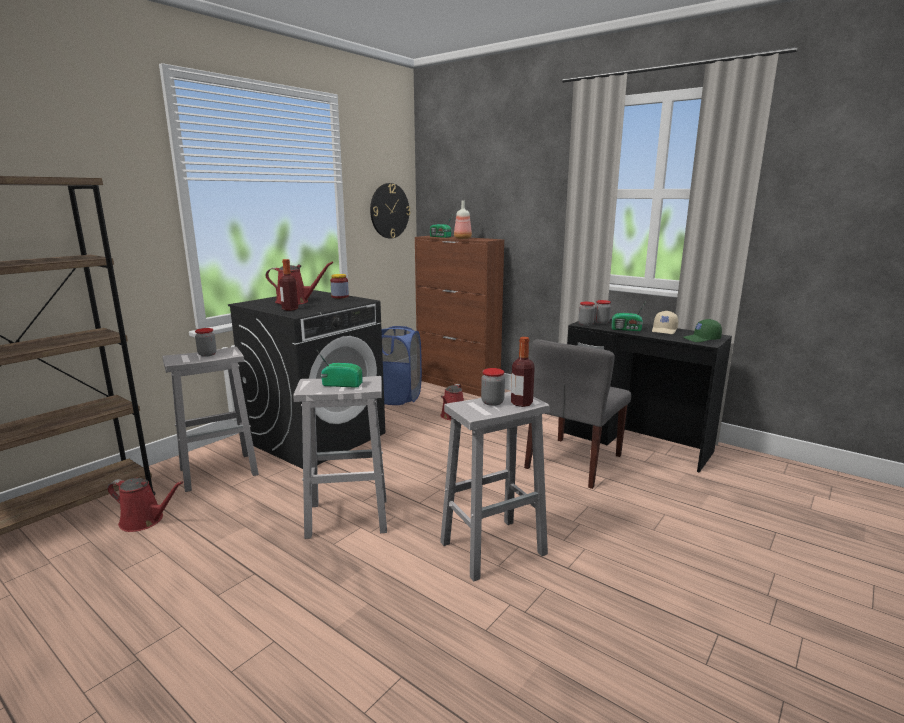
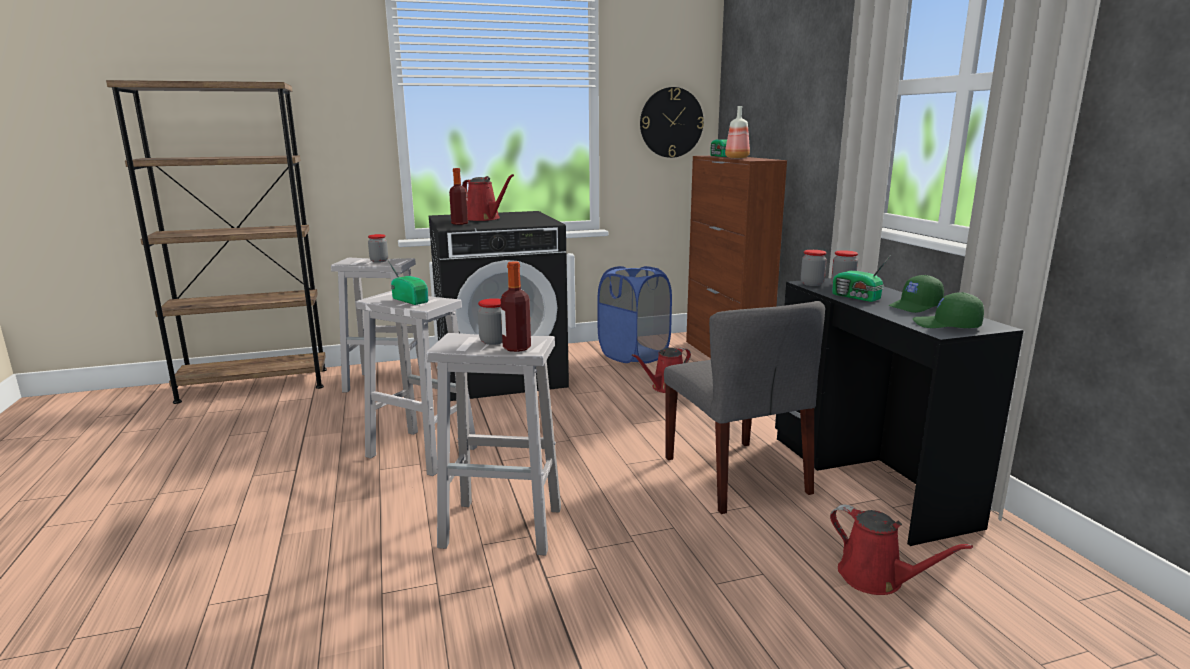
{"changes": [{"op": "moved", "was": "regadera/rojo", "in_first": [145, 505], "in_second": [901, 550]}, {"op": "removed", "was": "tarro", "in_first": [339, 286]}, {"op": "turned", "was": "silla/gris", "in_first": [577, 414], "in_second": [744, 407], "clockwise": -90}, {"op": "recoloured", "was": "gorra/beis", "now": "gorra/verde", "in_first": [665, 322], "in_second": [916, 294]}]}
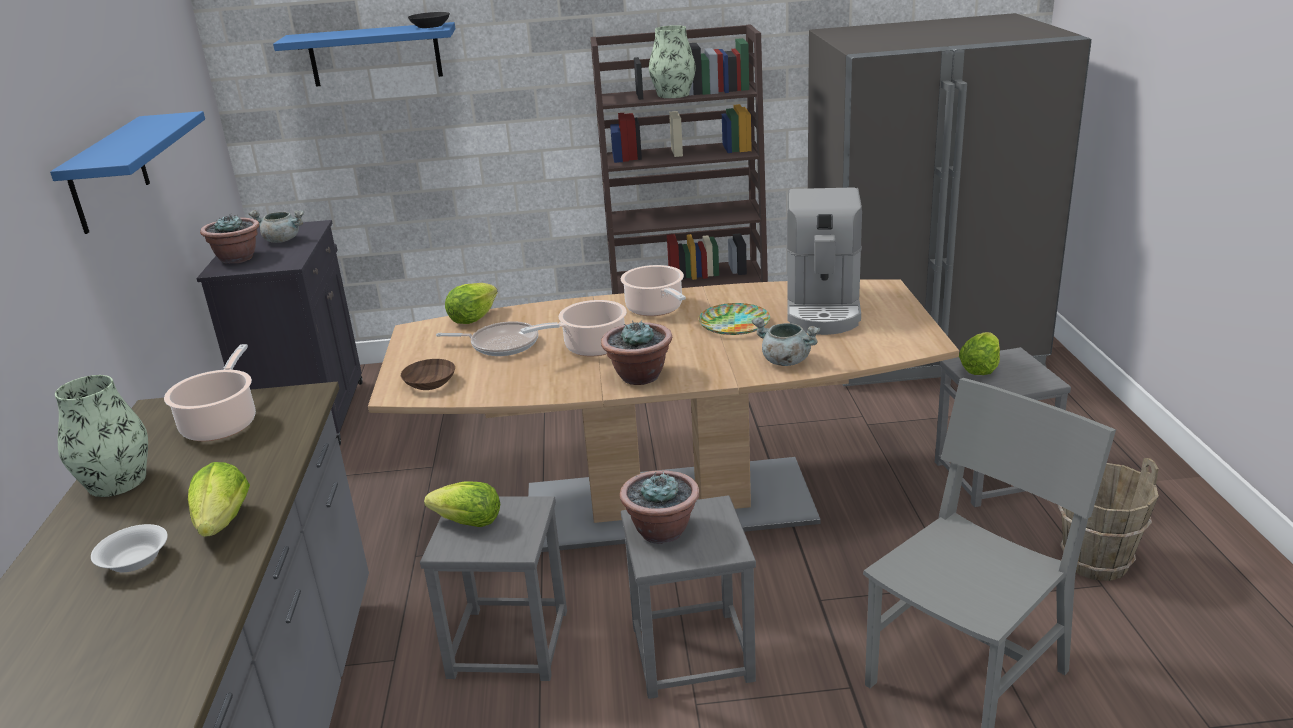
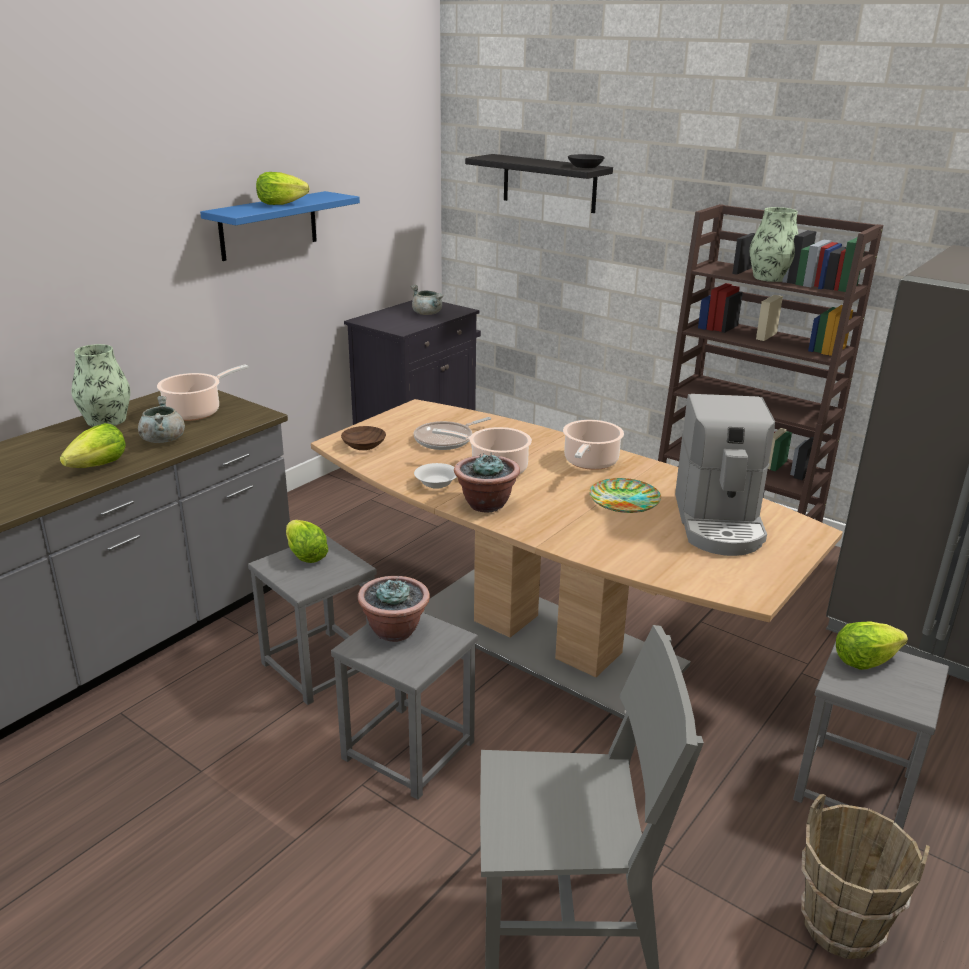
{"changes": [{"op": "moved", "was": "cuenco/blanco", "in_first": [129, 548], "in_second": [435, 476]}, {"op": "removed", "was": "planta en maceta", "in_first": [230, 239]}, {"op": "recoloured", "was": "estante/azul", "now": "estante/negro", "in_first": [364, 54], "in_second": [539, 183]}, {"op": "turned", "was": "sartén", "in_first": [487, 338], "in_second": [452, 433], "clockwise": 90}, {"op": "moved", "was": "lechuga", "in_first": [471, 303], "in_second": [283, 188]}, {"op": "moved", "was": "olla/gris", "in_first": [786, 341], "in_second": [161, 419]}, {"op": "turned", "was": "cafetera", "in_first": [824, 261], "in_second": [725, 475], "clockwise": -45}]}
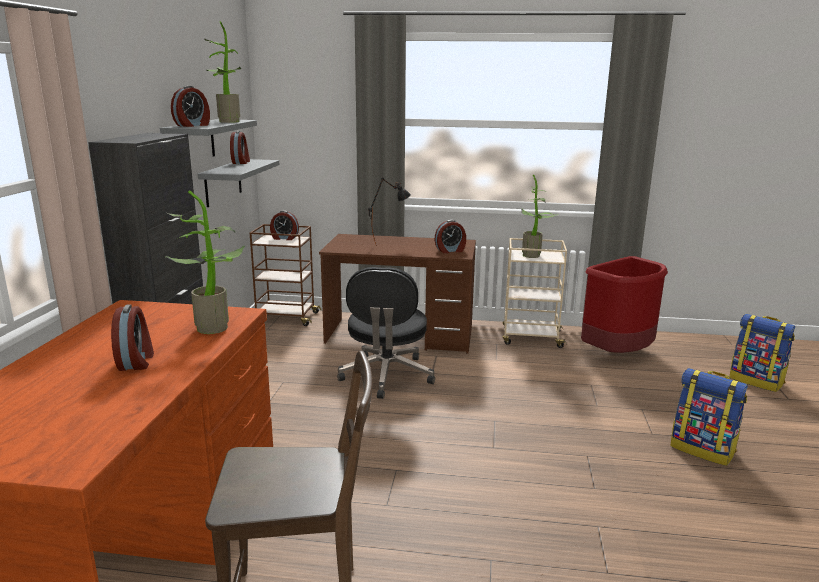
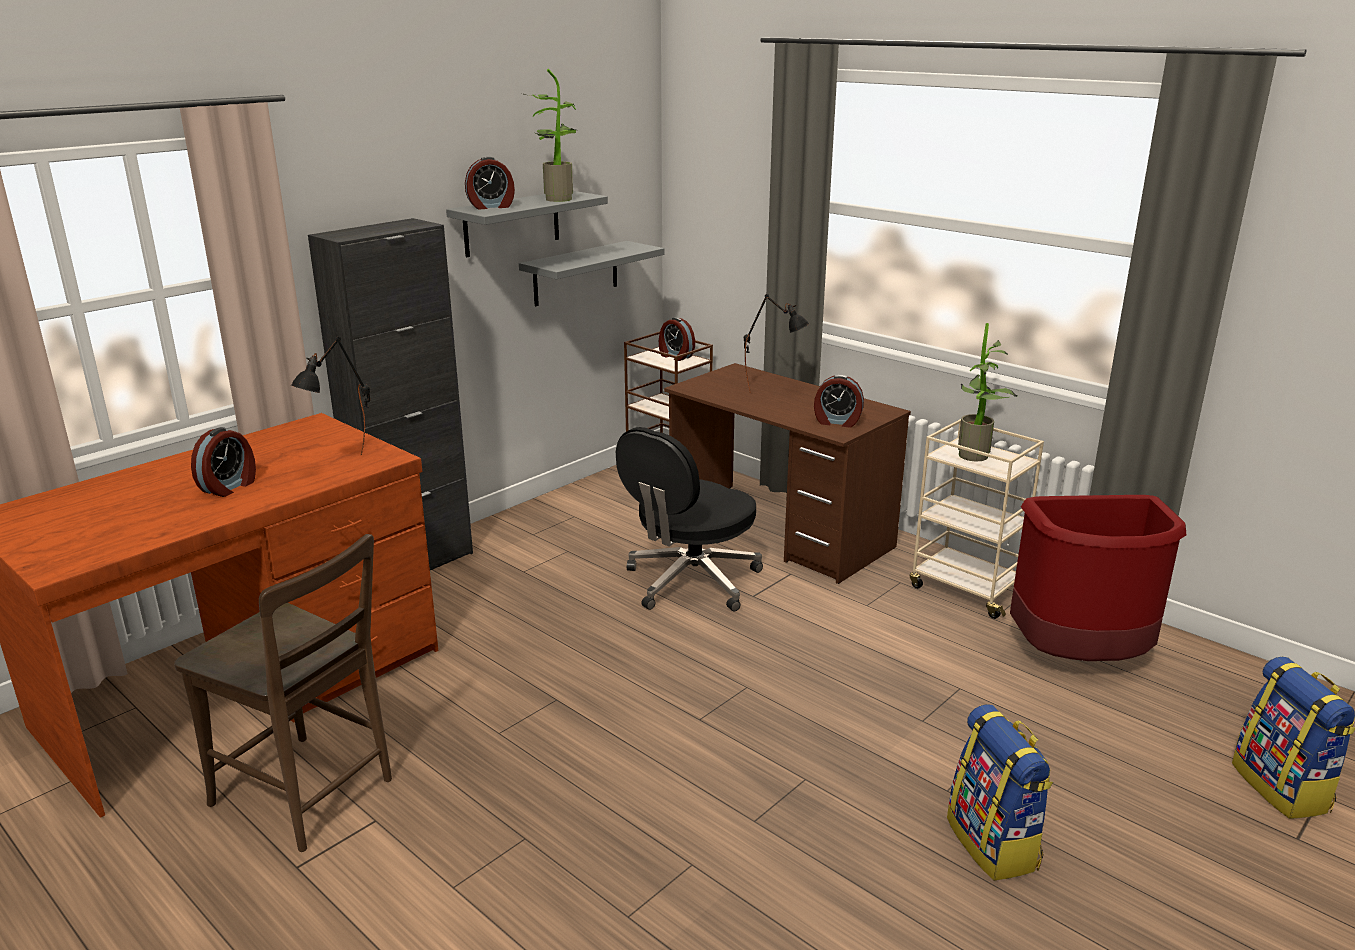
{"changes": [{"op": "replaced", "was": "planta en maceta", "now": "lámpara de mesa/negro", "in_first": [205, 262], "in_second": [330, 396]}, {"op": "removed", "was": "despertador", "in_first": [240, 147]}]}
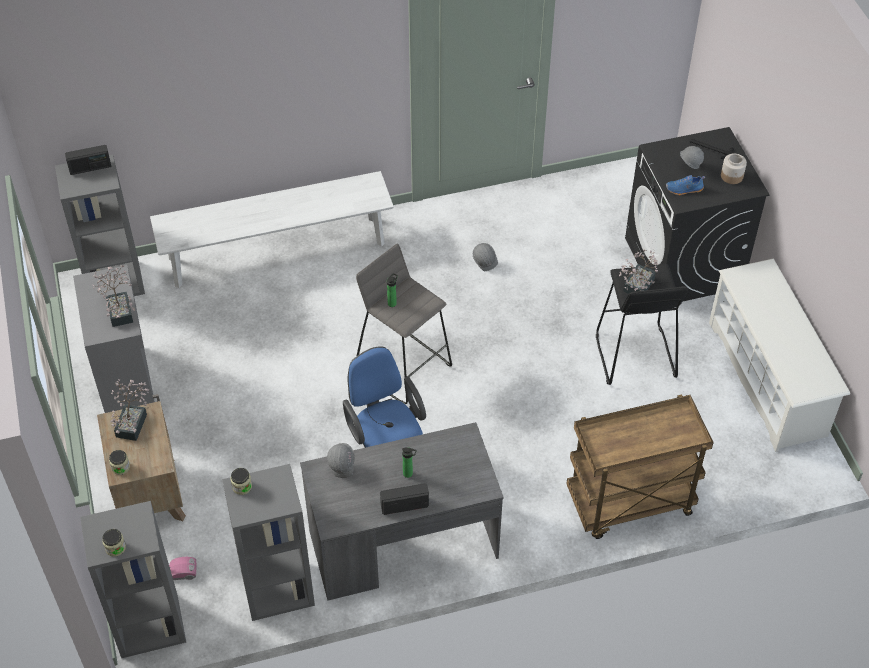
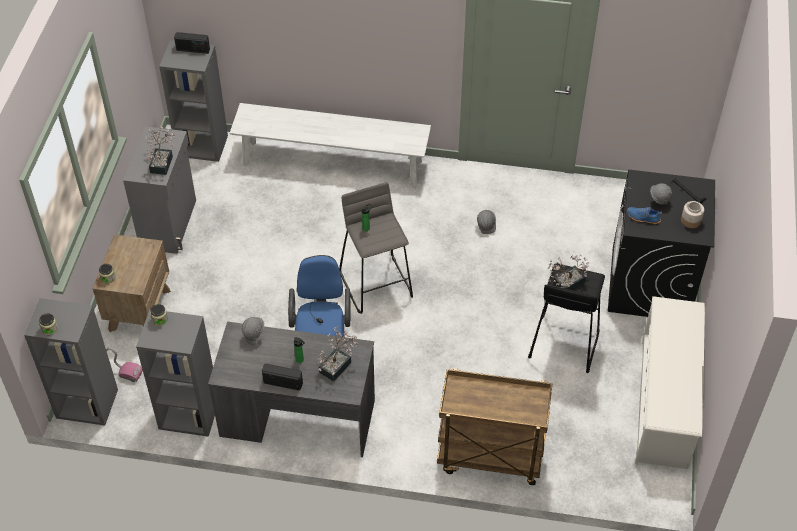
{"changes": [{"op": "moved", "was": "planta en maceta", "in_first": [130, 410], "in_second": [338, 354]}]}
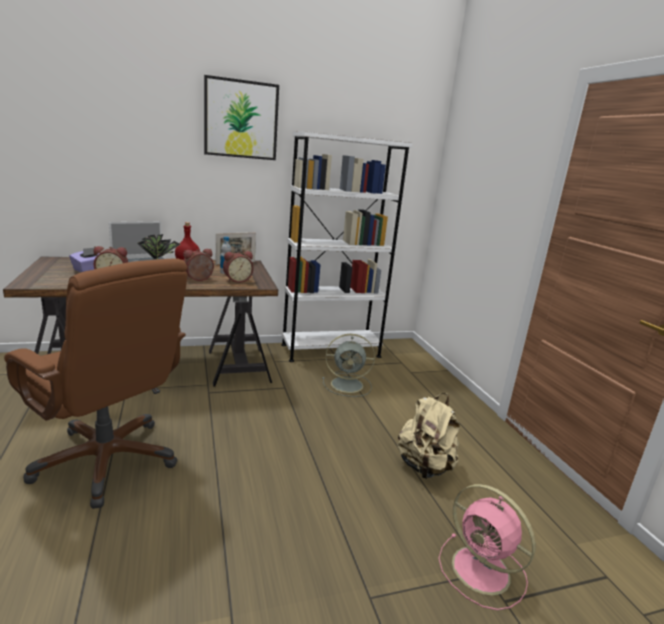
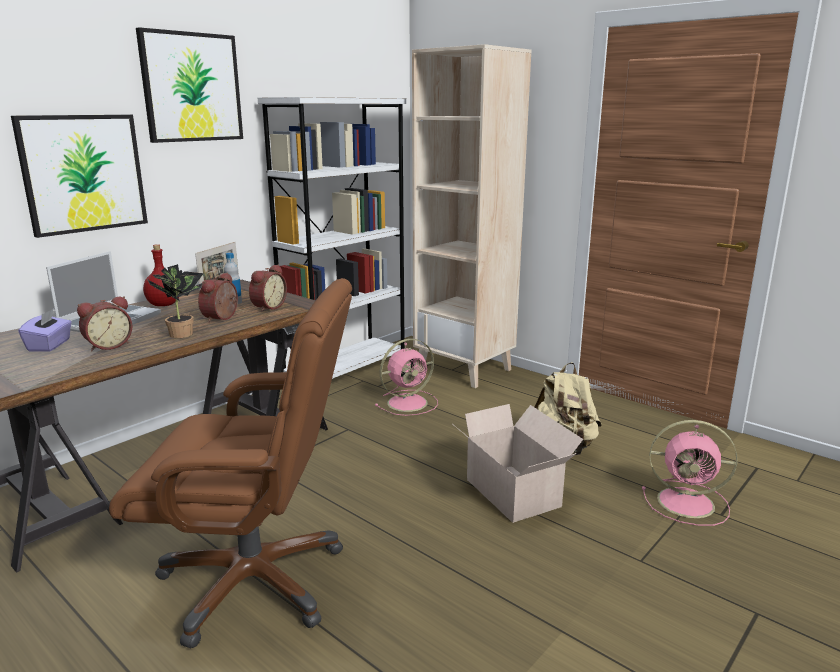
{"changes": [{"op": "recoloured", "was": "ventilador/gris", "now": "ventilador/rosa", "in_first": [348, 365], "in_second": [406, 377]}, {"op": "added", "now": "cuadro", "in_second": [79, 176]}, {"op": "added", "now": "estantería/beis", "in_second": [471, 216]}, {"op": "added", "now": "caja de cartón", "in_second": [517, 463]}]}
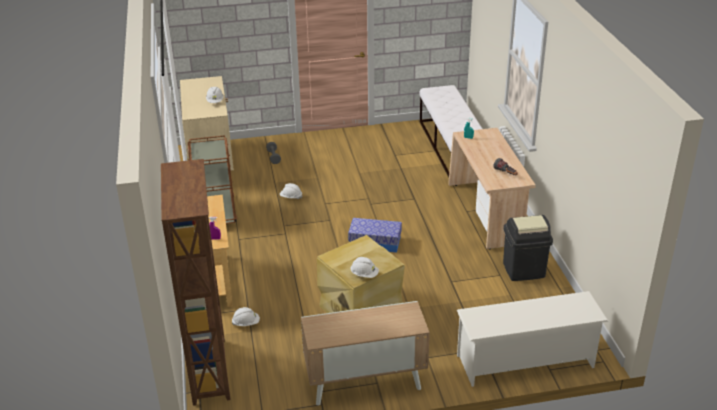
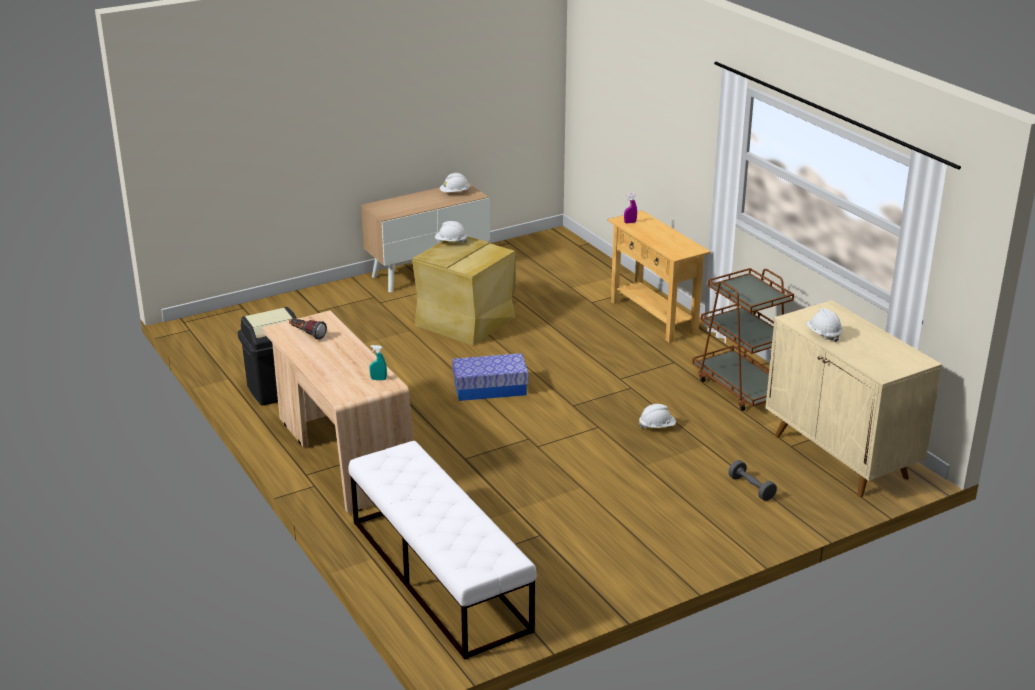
{"changes": [{"op": "removed", "was": "estantería/marrón", "in_first": [196, 282]}, {"op": "moved", "was": "casco/blanco", "in_first": [246, 316], "in_second": [455, 182]}, {"op": "removed", "was": "zapatero/blanco", "in_first": [532, 339]}]}
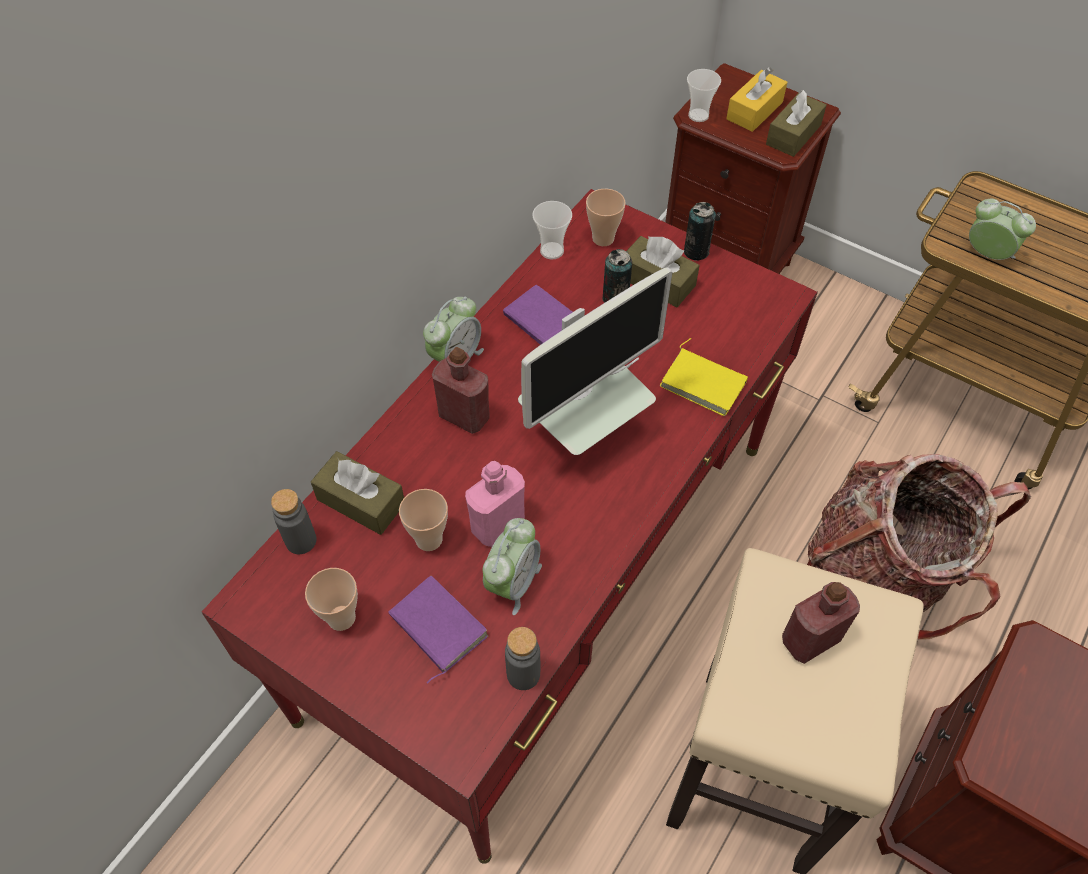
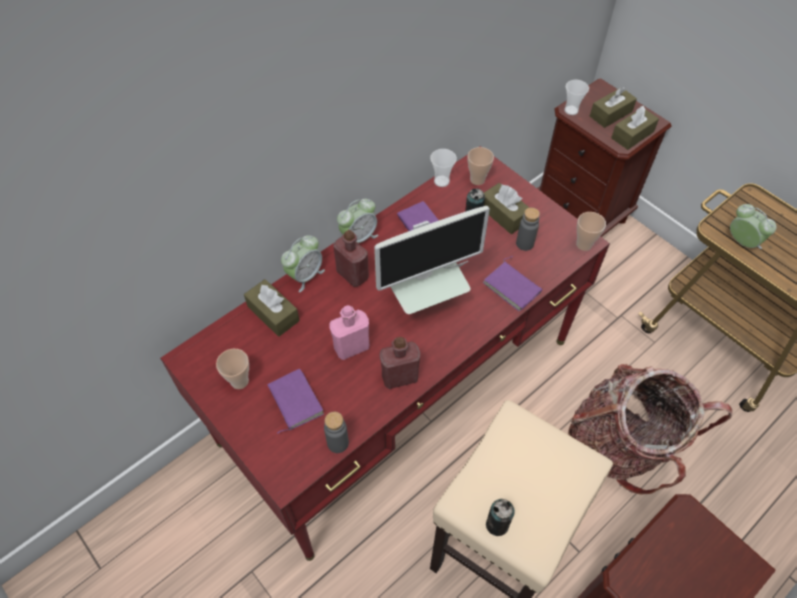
{"changes": [{"op": "moved", "was": "botella/gris", "in_first": [294, 521], "in_second": [528, 229]}, {"op": "moved", "was": "taza", "in_first": [423, 520], "in_second": [591, 231]}, {"op": "moved", "was": "despertador", "in_first": [512, 566], "in_second": [303, 263]}, {"op": "recoloured", "was": "libro/amarillo", "now": "libro/morado", "in_first": [703, 377], "in_second": [512, 283]}, {"op": "moved", "was": "lata", "in_first": [700, 231], "in_second": [500, 517]}, {"op": "recoloured", "was": "caja de pañuelos/amarillo", "now": "caja de pañuelos/marrón", "in_first": [756, 99], "in_second": [613, 107]}, {"op": "moved", "was": "botella/rojo", "in_first": [821, 623], "in_second": [400, 363]}]}
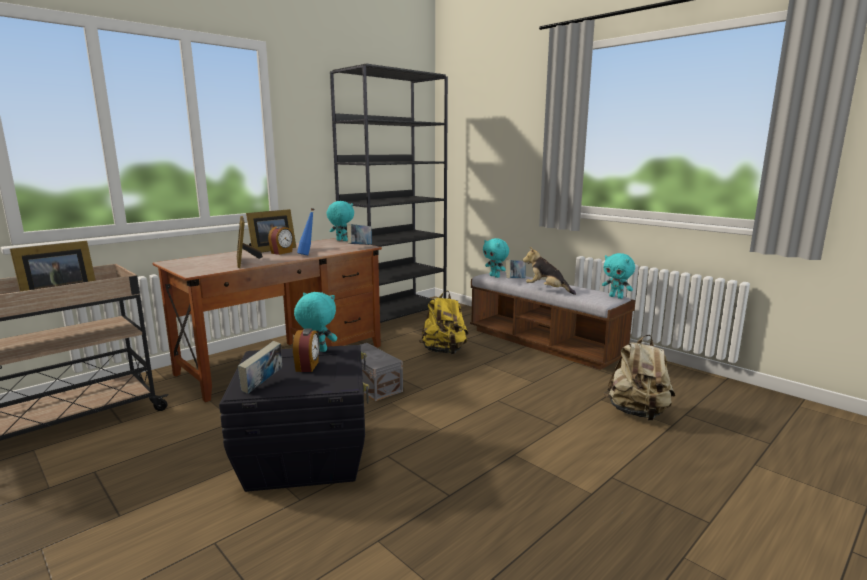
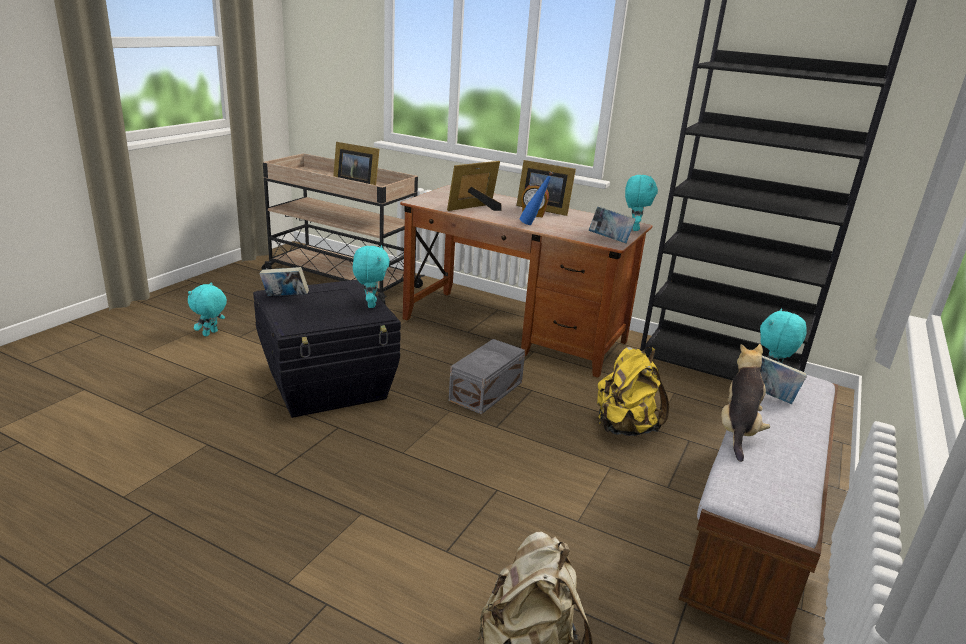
{"changes": [{"op": "removed", "was": "despertador", "in_first": [306, 350]}, {"op": "moved", "was": "peluche/turquesa", "in_first": [618, 276], "in_second": [207, 309]}]}
